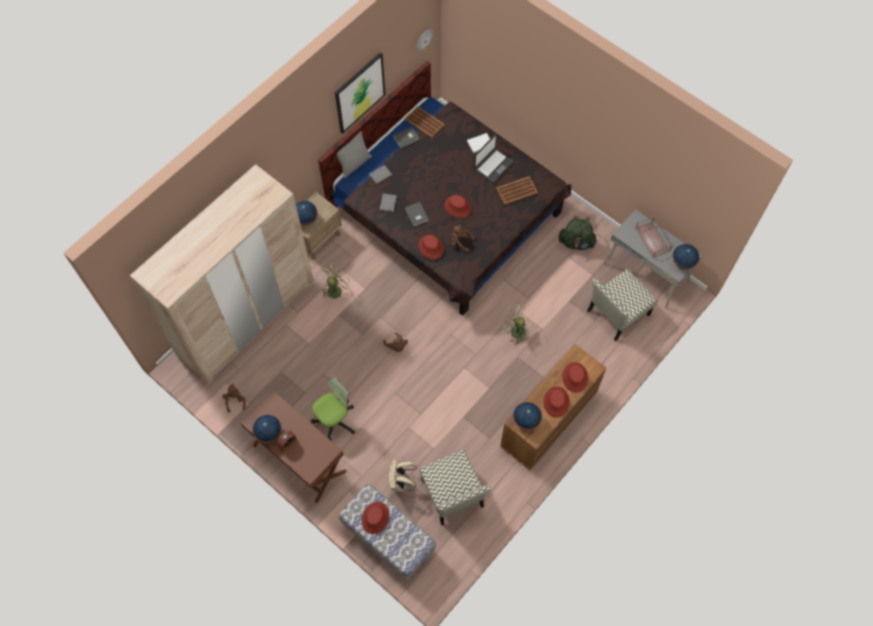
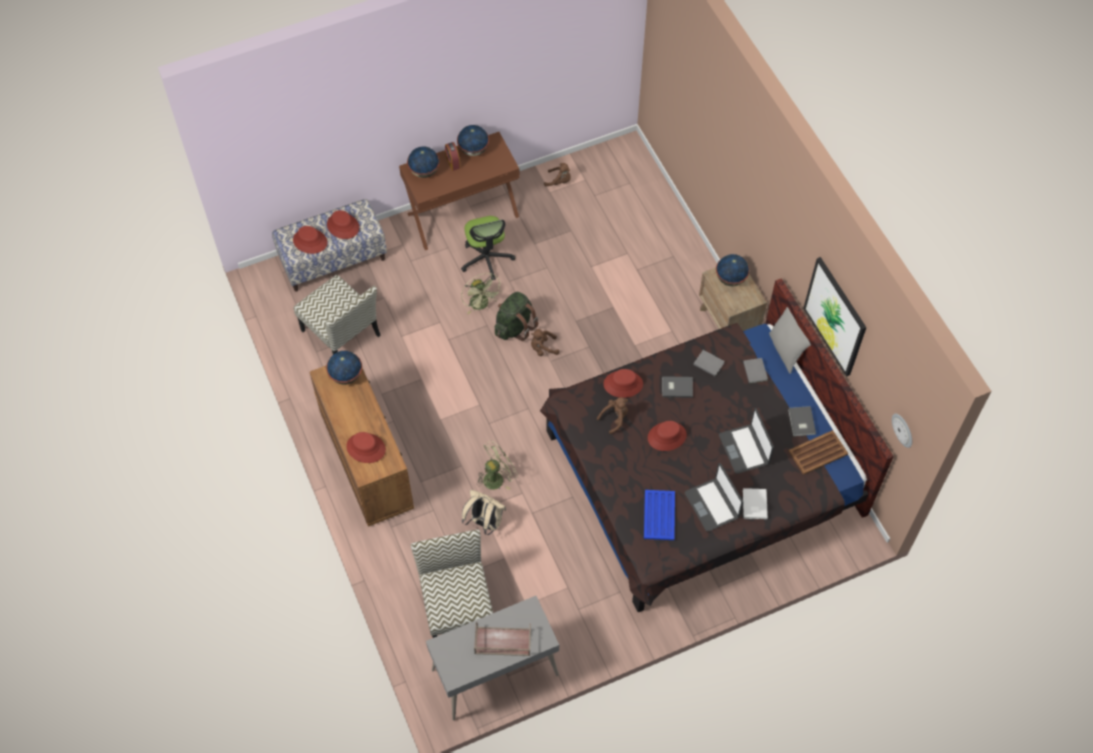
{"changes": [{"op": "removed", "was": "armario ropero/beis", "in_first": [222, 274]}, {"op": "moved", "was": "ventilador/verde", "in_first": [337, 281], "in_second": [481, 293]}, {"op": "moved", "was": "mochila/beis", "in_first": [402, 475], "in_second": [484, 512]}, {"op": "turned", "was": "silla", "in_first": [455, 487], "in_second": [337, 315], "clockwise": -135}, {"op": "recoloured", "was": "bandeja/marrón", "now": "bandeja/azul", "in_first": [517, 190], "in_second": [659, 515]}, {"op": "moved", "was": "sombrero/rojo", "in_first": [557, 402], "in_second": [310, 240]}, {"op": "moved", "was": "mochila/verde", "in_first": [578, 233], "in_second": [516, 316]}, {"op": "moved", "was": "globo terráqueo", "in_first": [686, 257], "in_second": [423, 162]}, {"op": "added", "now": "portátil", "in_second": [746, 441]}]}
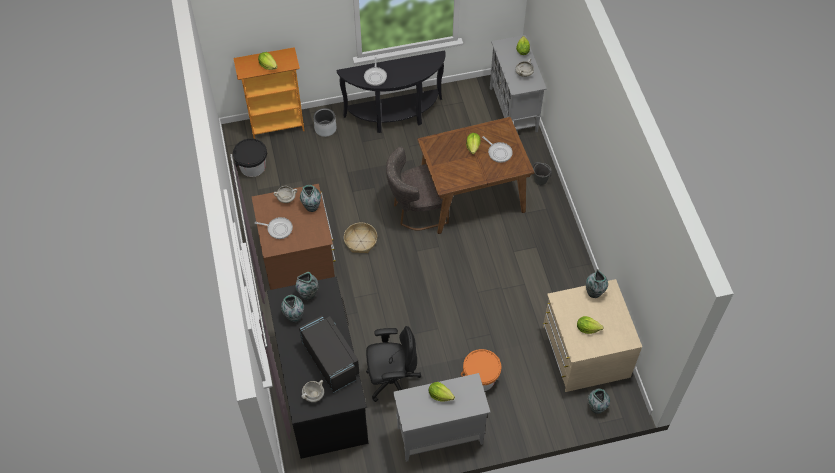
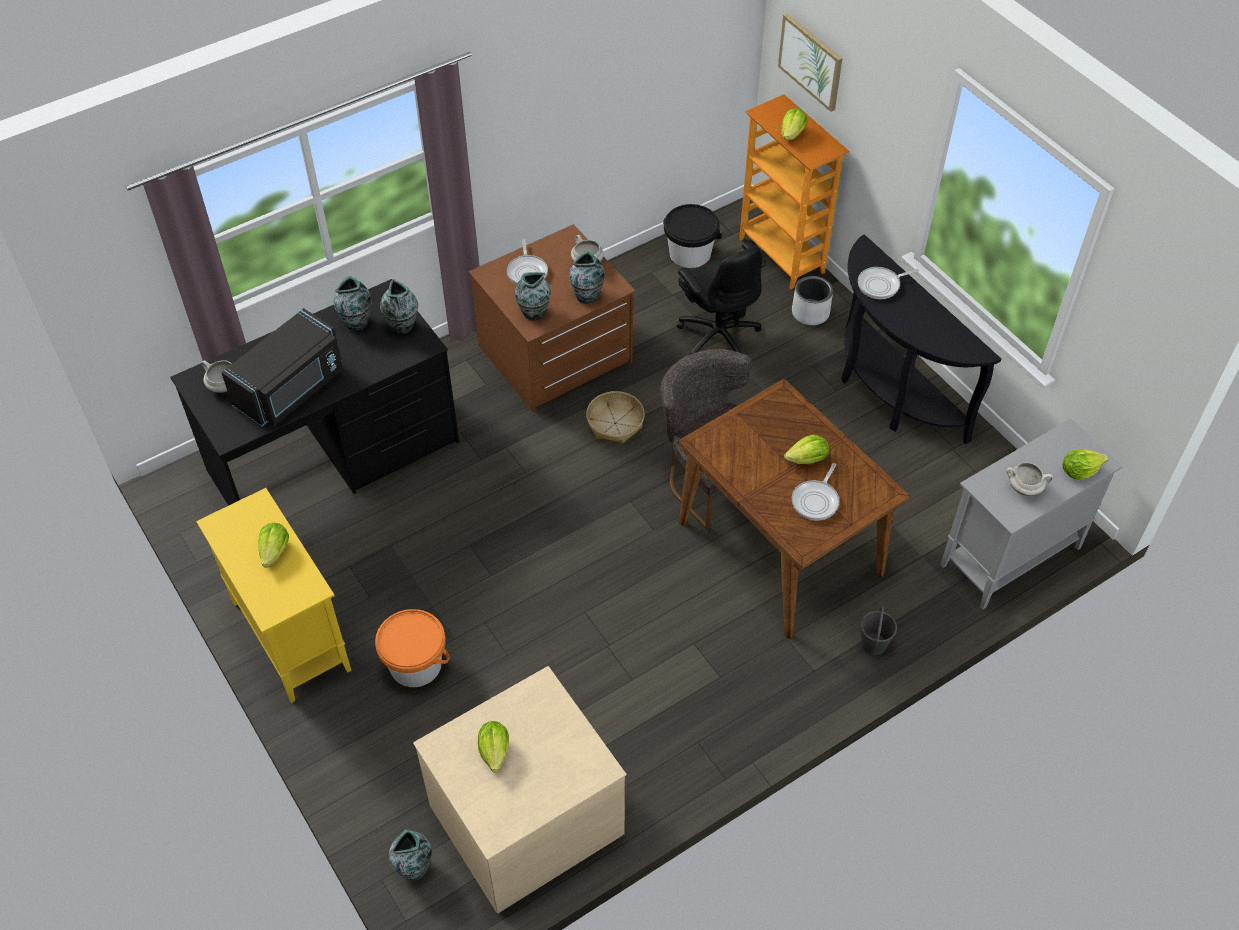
{"changes": [{"op": "moved", "was": "silla de oficina/negro", "in_first": [393, 364], "in_second": [721, 298]}, {"op": "recoloured", "was": "armario/gris", "now": "armario/amarillo", "in_first": [442, 417], "in_second": [273, 595]}, {"op": "moved", "was": "florero", "in_first": [597, 283], "in_second": [532, 296]}, {"op": "added", "now": "cuadro", "in_second": [810, 62]}]}
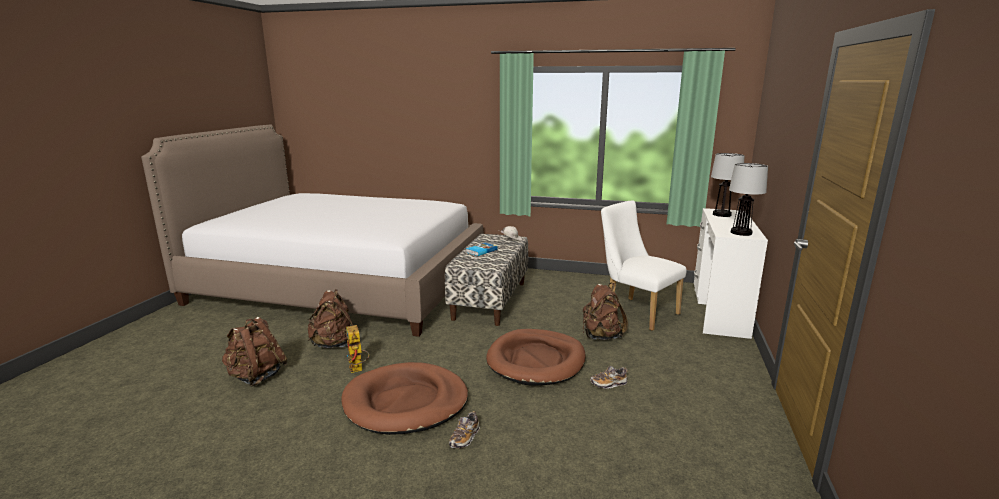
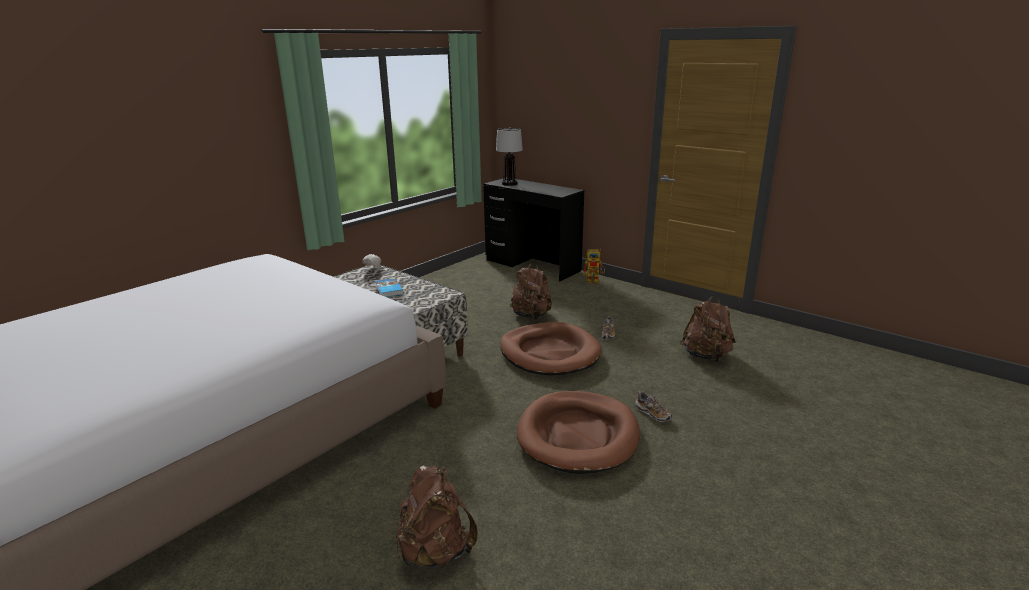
{"changes": [{"op": "moved", "was": "mochila/marrón", "in_first": [330, 318], "in_second": [708, 328]}, {"op": "moved", "was": "robot de juguete", "in_first": [357, 349], "in_second": [594, 266]}, {"op": "removed", "was": "silla/blanco", "in_first": [644, 266]}, {"op": "recoloured", "was": "escritorio/blanco", "now": "escritorio/negro", "in_first": [731, 273], "in_second": [533, 229]}, {"op": "removed", "was": "lámpara de mesa", "in_first": [748, 199]}]}
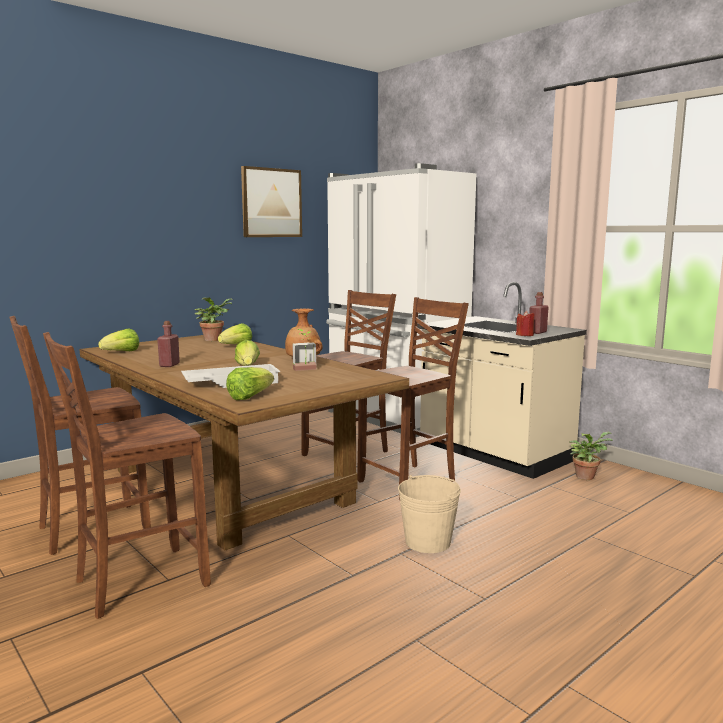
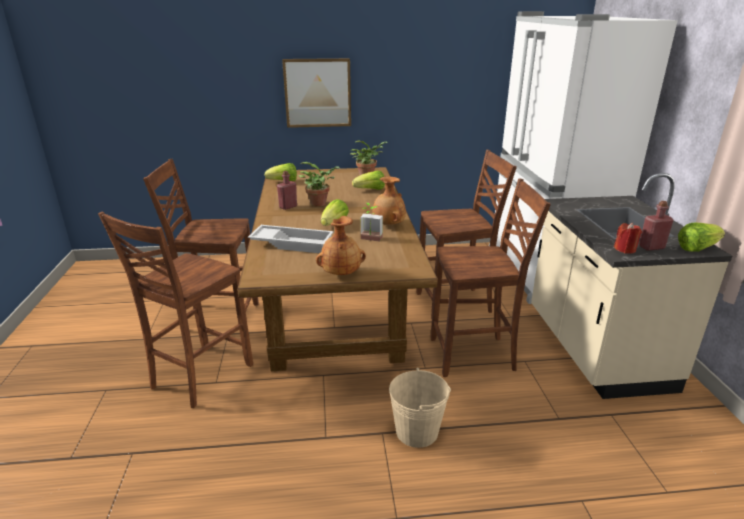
{"changes": [{"op": "turned", "was": "silla/marrón", "in_first": [127, 475], "in_second": [175, 310], "clockwise": -60}, {"op": "moved", "was": "lechuga", "in_first": [250, 383], "in_second": [701, 237]}, {"op": "moved", "was": "cuadro", "in_first": [271, 201], "in_second": [316, 93]}, {"op": "moved", "was": "planta en maceta", "in_first": [590, 456], "in_second": [319, 184]}, {"op": "added", "now": "florero/marrón", "in_second": [341, 245]}]}
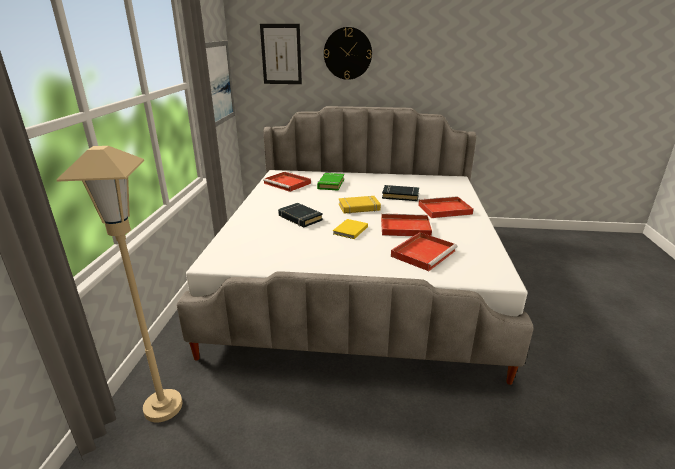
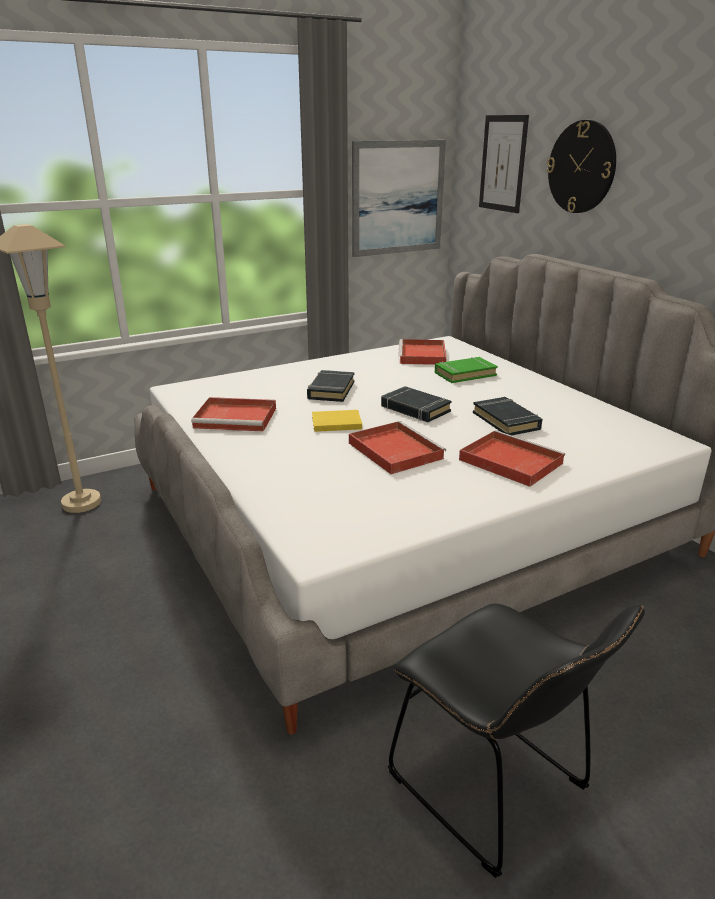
{"changes": [{"op": "recoloured", "was": "libro/amarillo", "now": "libro/negro", "in_first": [360, 205], "in_second": [416, 404]}, {"op": "moved", "was": "bandeja/rojo", "in_first": [424, 251], "in_second": [233, 414]}, {"op": "added", "now": "silla/negro", "in_second": [516, 741]}]}
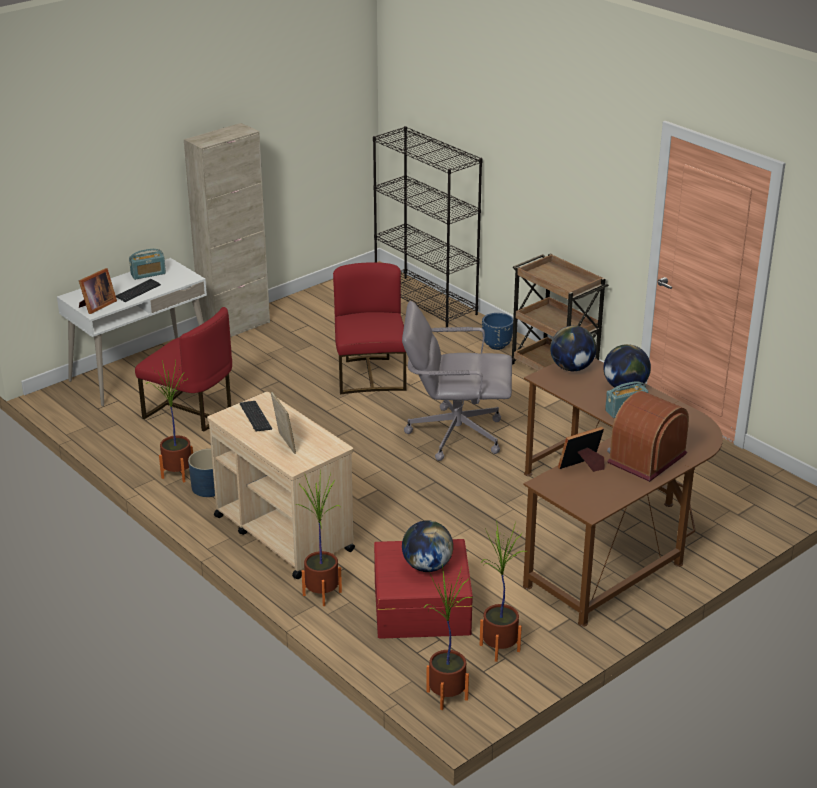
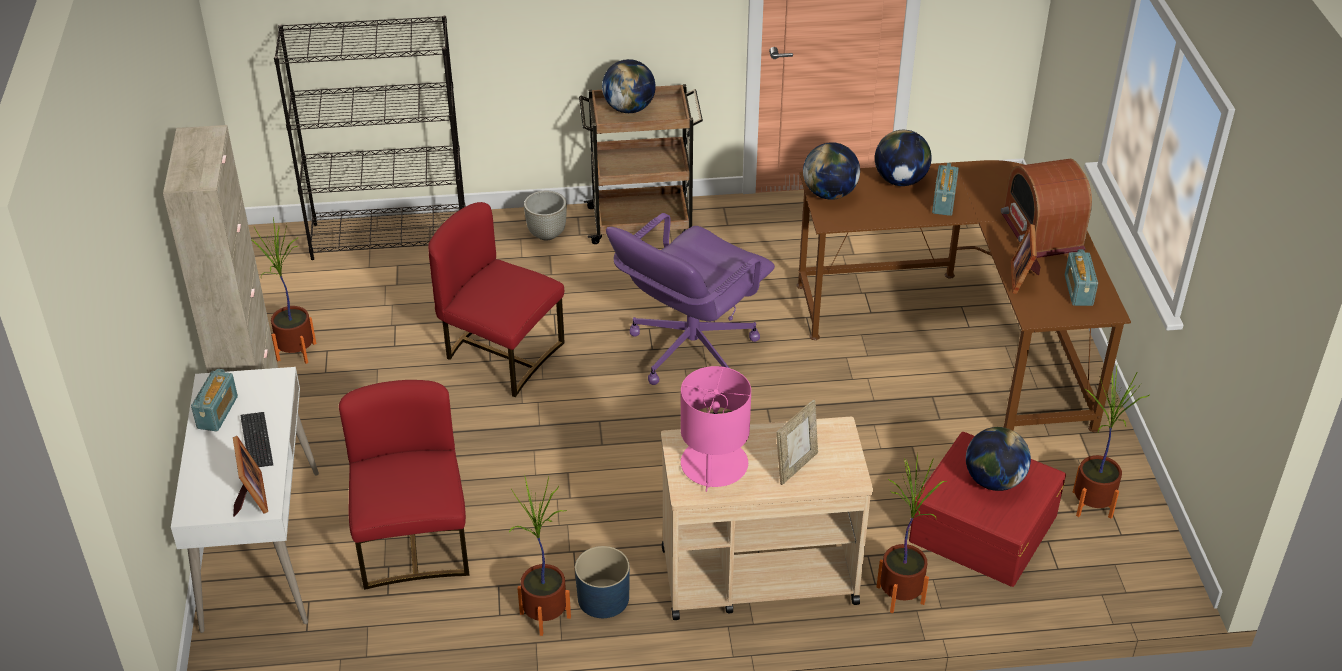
{"changes": [{"op": "turned", "was": "silla/rojo", "in_first": [183, 369], "in_second": [404, 485], "clockwise": -75}, {"op": "replaced", "was": "teclado", "now": "lámpara de mesa/rosa", "in_first": [256, 416], "in_second": [716, 429]}, {"op": "turned", "was": "portarretratos", "in_first": [283, 423], "in_second": [797, 442], "clockwise": 120}, {"op": "recoloured", "was": "silla de oficina/gris", "now": "silla de oficina/morado", "in_first": [457, 381], "in_second": [690, 299]}, {"op": "moved", "was": "planta en maceta", "in_first": [448, 637], "in_second": [283, 290]}, {"op": "recoloured", "was": "maceta/azul", "now": "maceta/gris", "in_first": [497, 331], "in_second": [545, 216]}, {"op": "added", "now": "globo terráqueo", "in_second": [629, 86]}, {"op": "added", "now": "radio", "in_second": [1081, 277]}]}
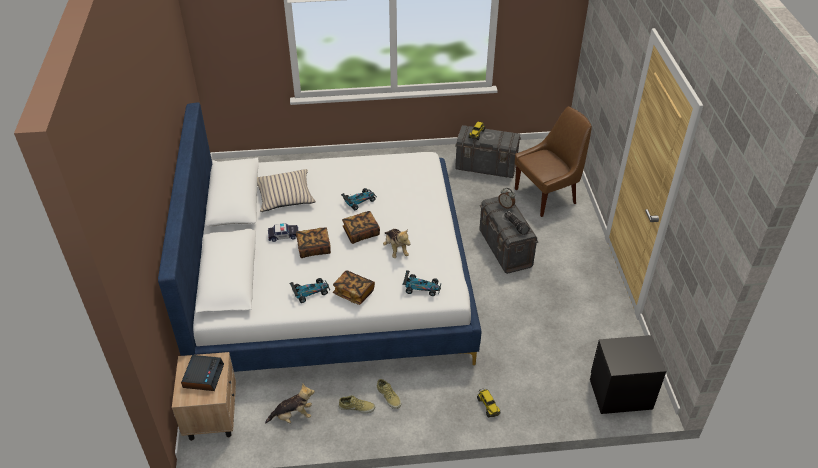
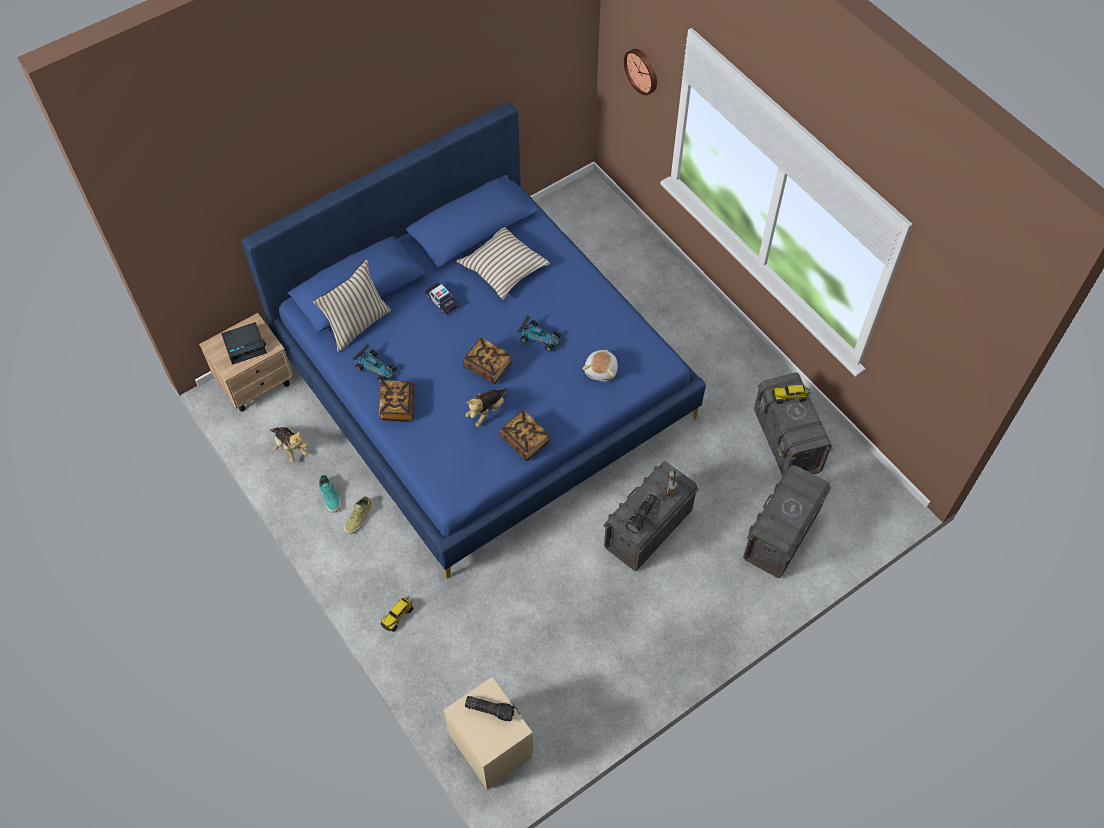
{"changes": [{"op": "recoloured", "was": "cama/blanco", "now": "cama/azul", "in_first": [319, 237], "in_second": [474, 340]}, {"op": "moved", "was": "libro", "in_first": [313, 242], "in_second": [524, 435]}, {"op": "recoloured", "was": "zapato/beis", "now": "zapato/turquesa", "in_first": [357, 404], "in_second": [329, 494]}, {"op": "removed", "was": "coche de juguete", "in_first": [421, 283]}, {"op": "replaced", "was": "silla/marrón", "now": "caja de almacenaje/gris", "in_first": [553, 161], "in_second": [787, 521]}, {"op": "recoloured", "was": "mesita de noche/negro", "now": "mesita de noche/beis", "in_first": [628, 374], "in_second": [488, 733]}, {"op": "added", "now": "cojín/beis", "in_second": [352, 305]}, {"op": "added", "now": "linterna", "in_second": [490, 709]}, {"op": "added", "now": "peluche", "in_second": [600, 365]}, {"op": "added", "now": "reloj de pared", "in_second": [640, 72]}]}
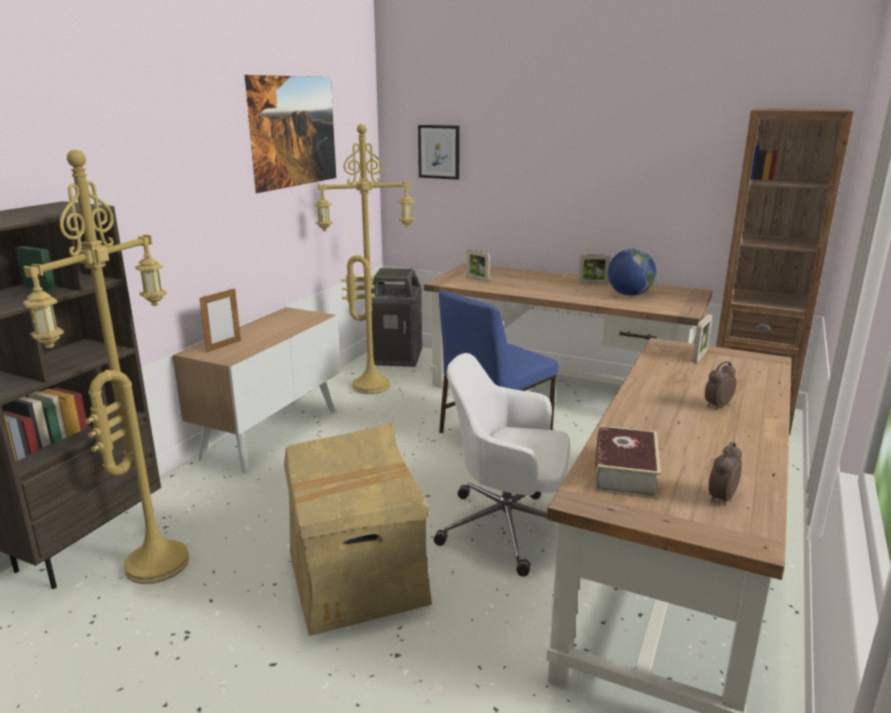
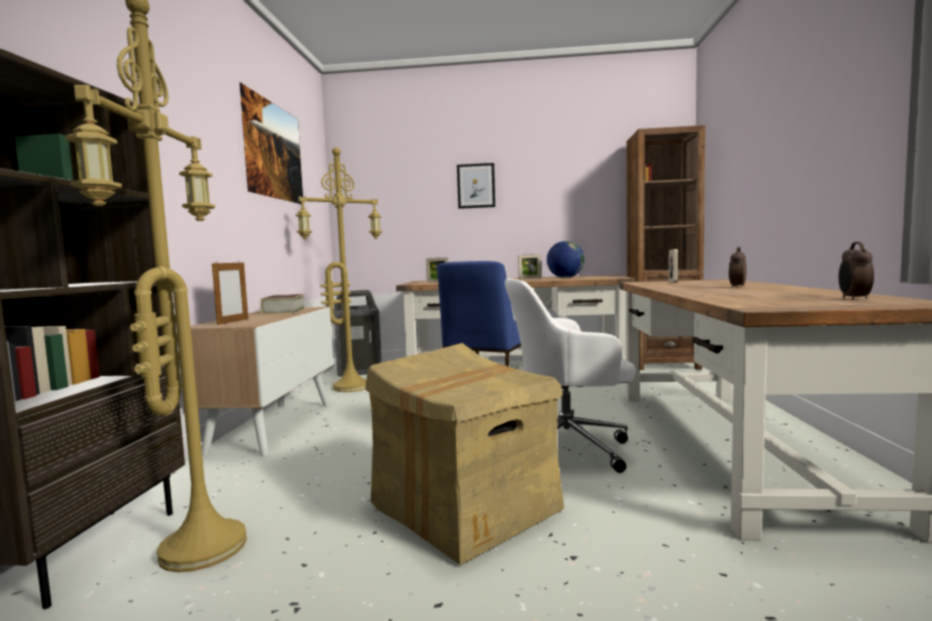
{"changes": [{"op": "moved", "was": "cuadro", "in_first": [439, 152], "in_second": [476, 186]}, {"op": "moved", "was": "libro", "in_first": [627, 462], "in_second": [283, 304]}]}
